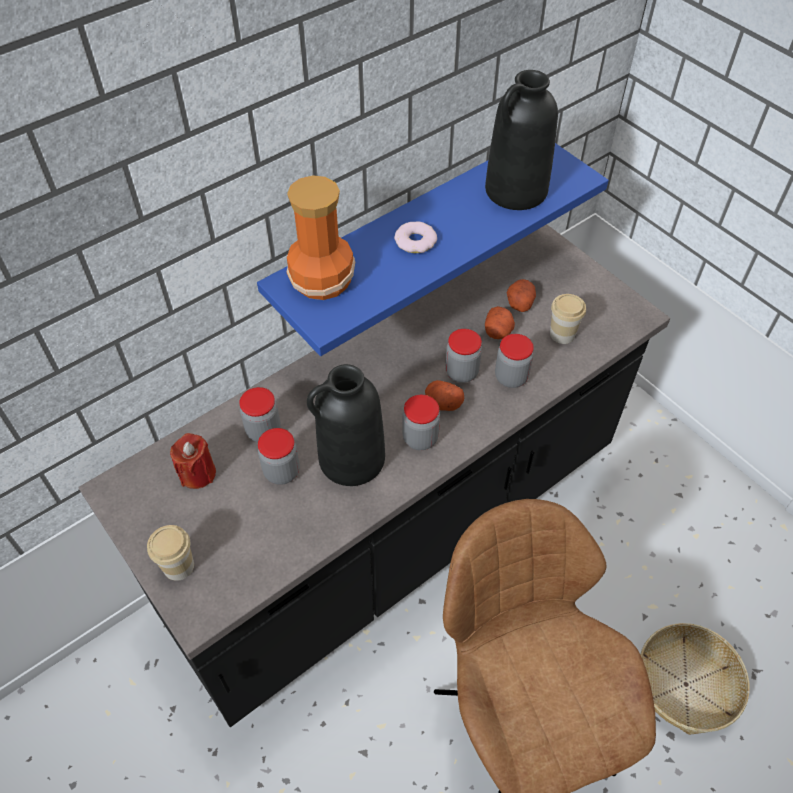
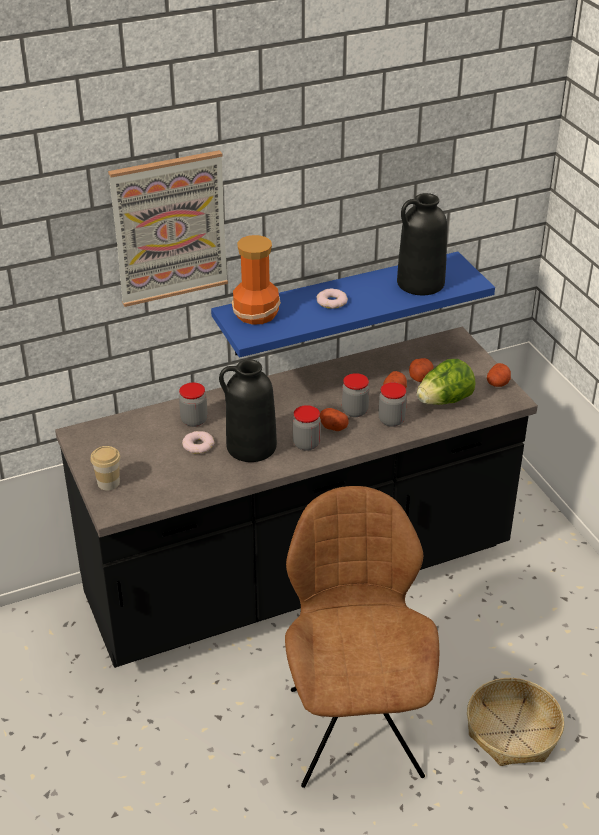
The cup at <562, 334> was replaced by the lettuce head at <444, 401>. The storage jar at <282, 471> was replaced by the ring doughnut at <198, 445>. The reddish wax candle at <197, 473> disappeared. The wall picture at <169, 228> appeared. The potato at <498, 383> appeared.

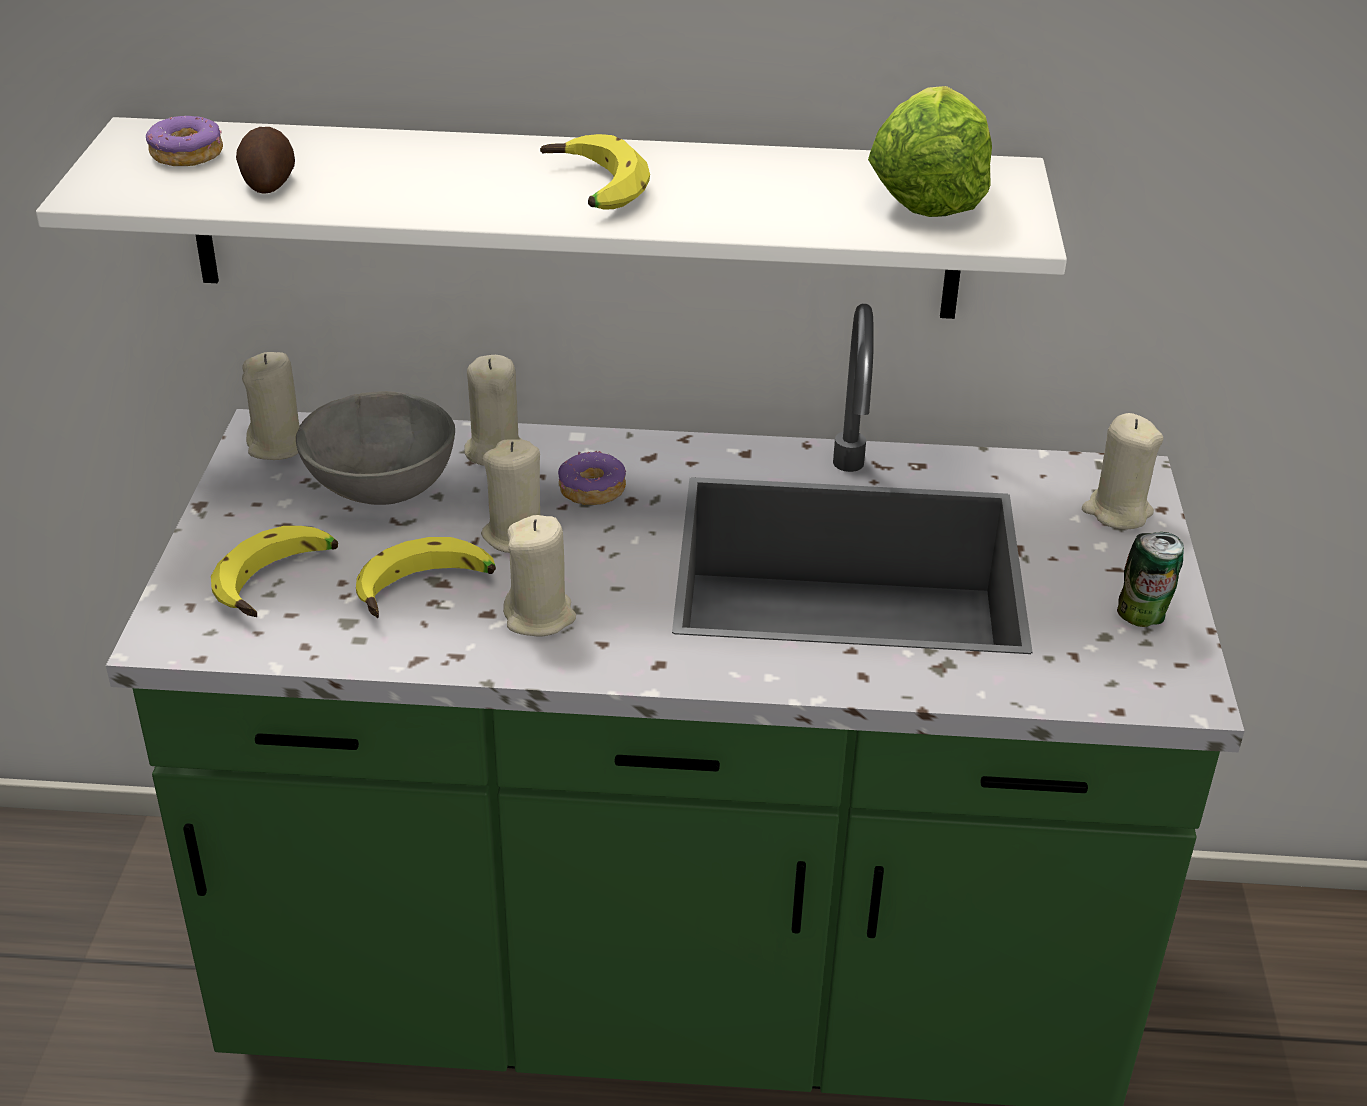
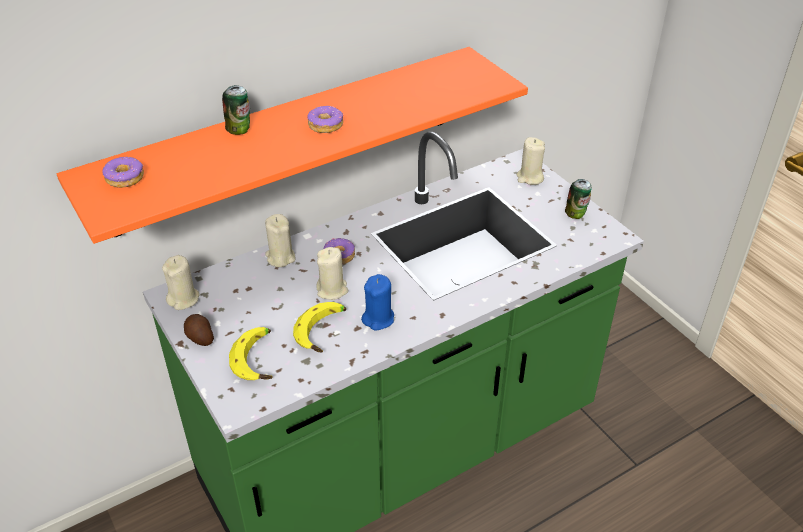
The lettuce head at <927, 193> disappeared. The white-coloured wall shelf at <574, 219> became the orange-coloured wall shelf at <288, 140>. The potato moved from <268, 183> to <199, 337>. The whole banana at <590, 189> was replaced by the ring doughnut at <325, 125>. The grey bowl at <380, 492> disappeared. The beige wax candle at <540, 616> became the blue-coloured wax candle at <378, 319>. The can at <240, 130> appeared.

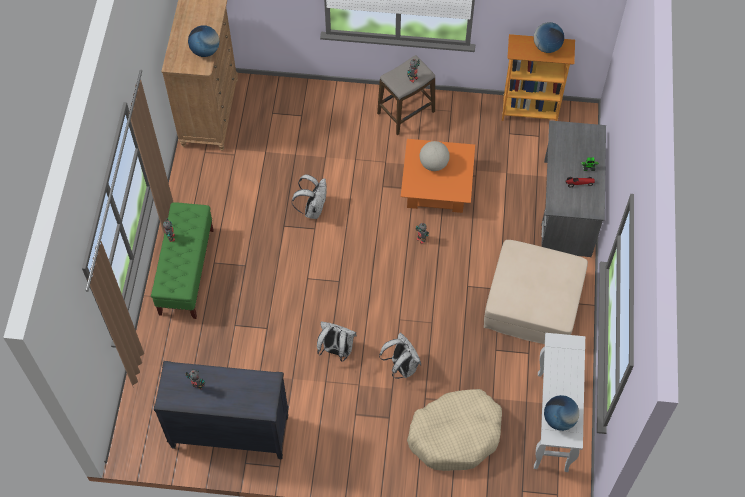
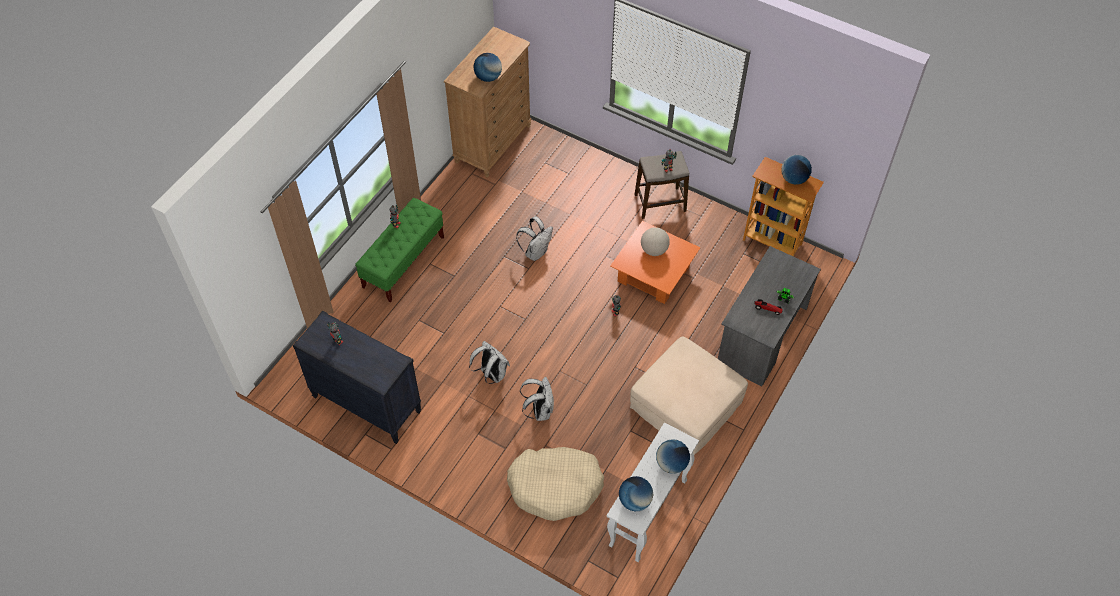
The globe at <671, 464> appeared.

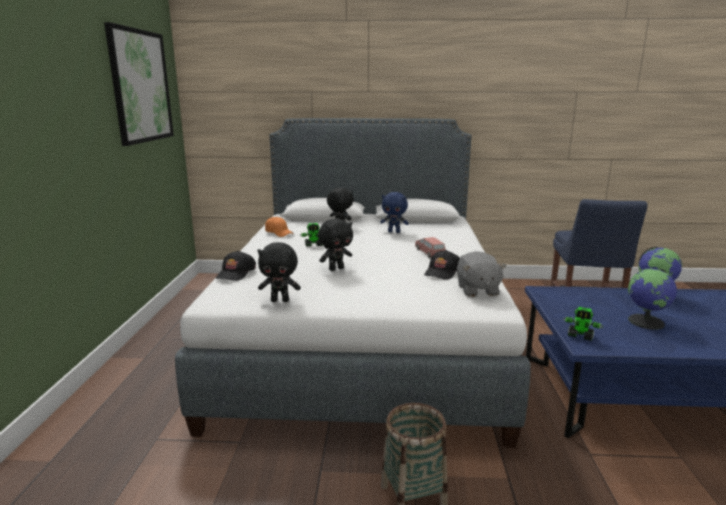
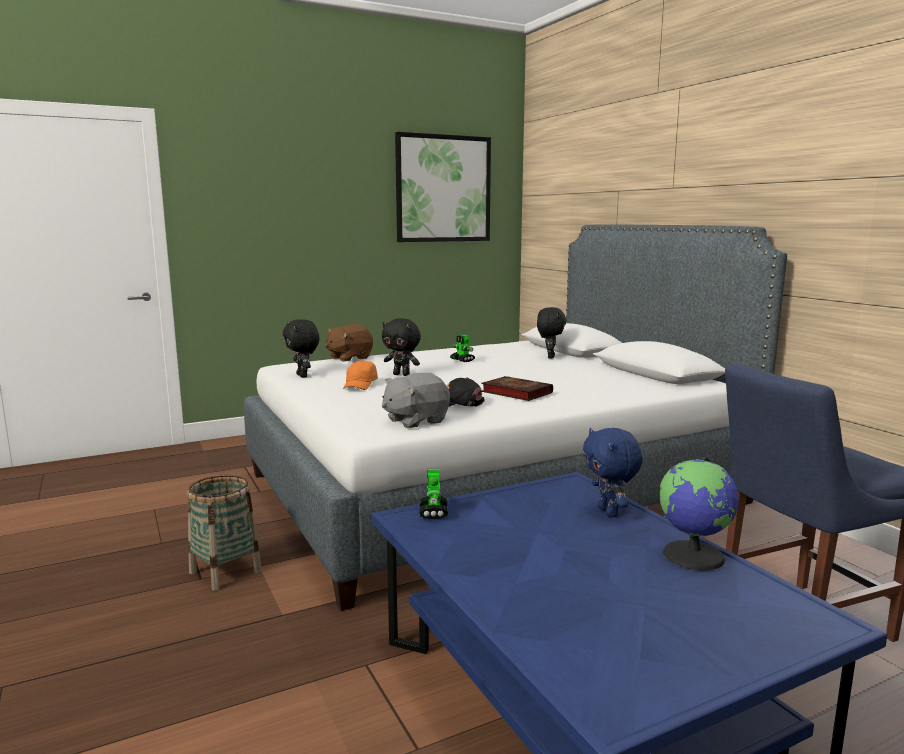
The blue-coloured cuddly toy moved from <394, 232> to <609, 512>. The orange-coloured peaked cap moved from <279, 233> to <360, 385>. The pinkish miniature car at <430, 253> was replaced by the book at <514, 392>. The black-coloured peaked cap at <235, 273> was replaced by the brown cuddly toy at <349, 358>. The globe at <646, 322> disappeared.

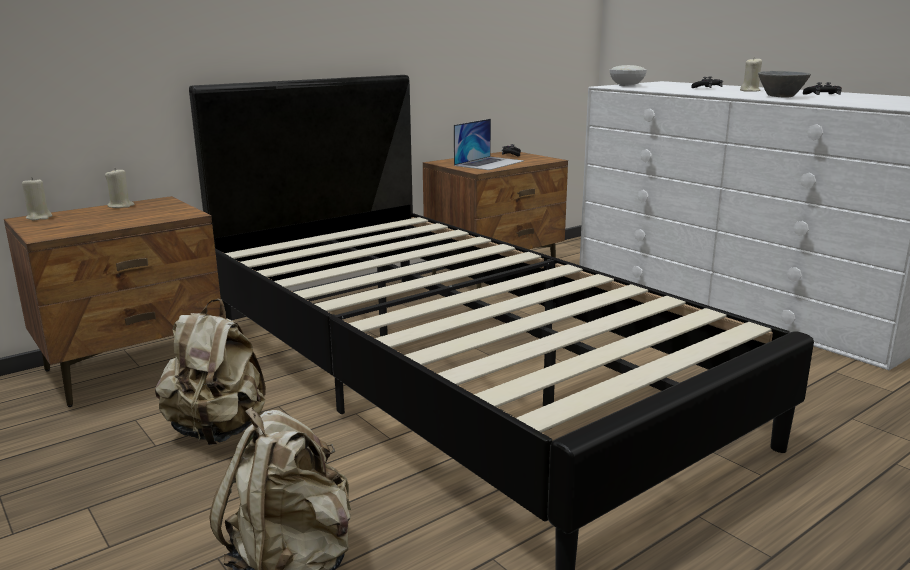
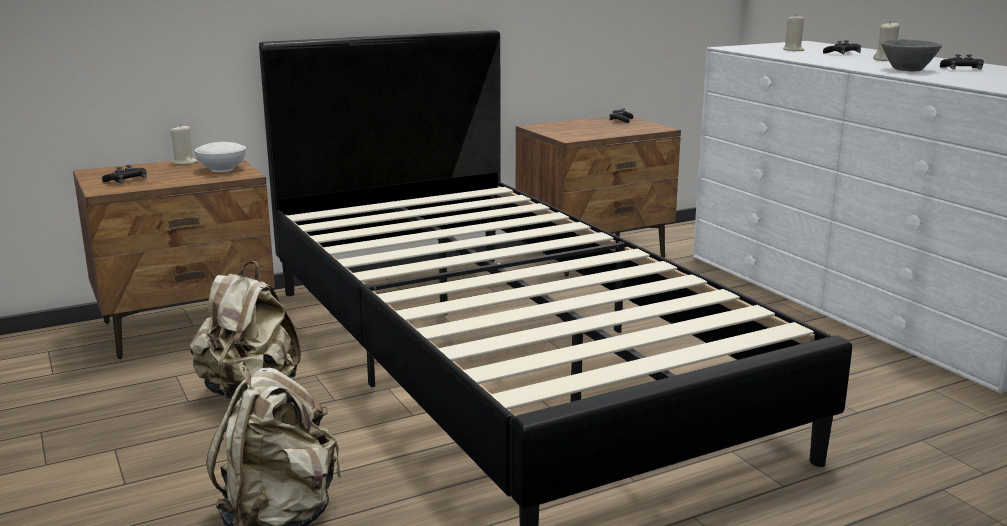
The white-coloured bowl moved from <627, 85> to <223, 169>. The portable computer at <489, 163> disappeared. The beige wax candle moved from <39, 217> to <793, 50>. The black-coloured joypad at <126, 180> appeared.

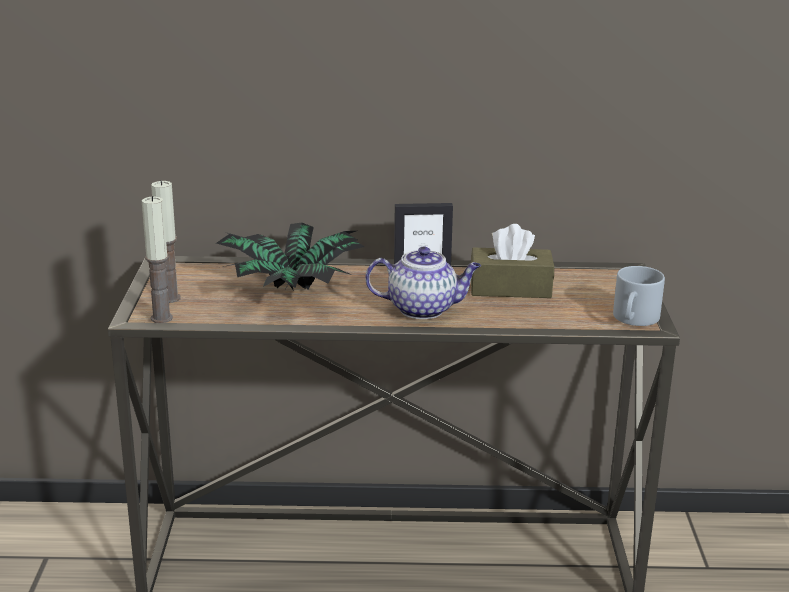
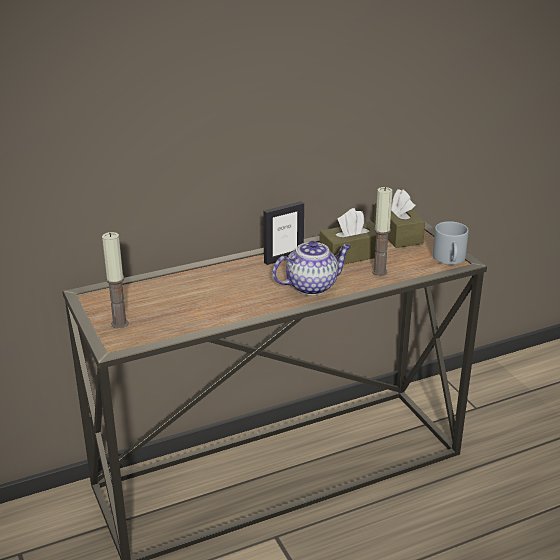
The wax candle moved from <161, 318> to <379, 272>. The houseplant at <290, 292> disappeared. The brown tissue box at <397, 233> appeared.

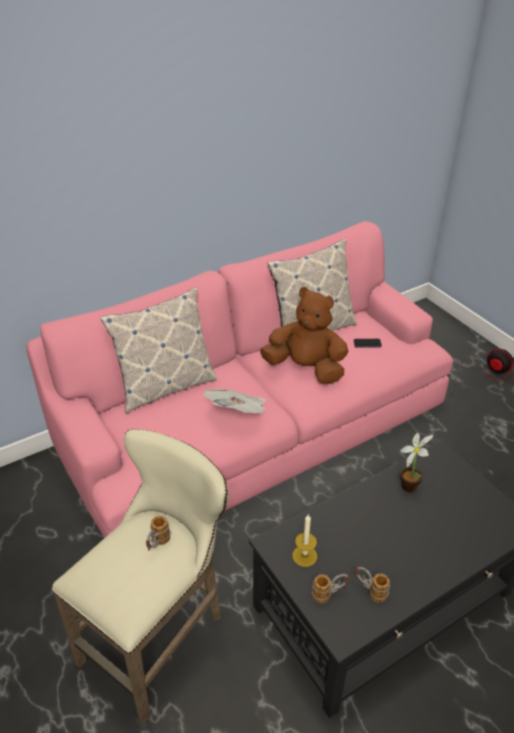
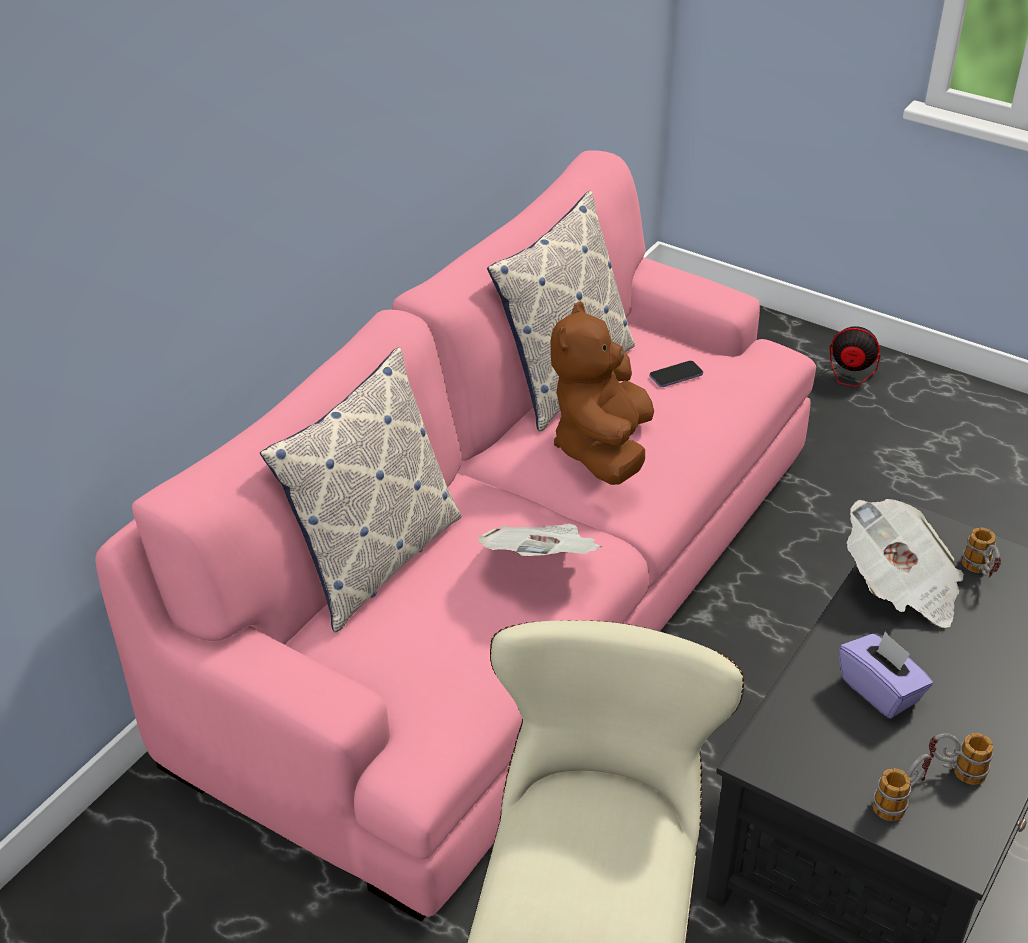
The brown cuddly toy at <305, 368> turned 75 degrees counterclockwise. The houseplant at <409, 484> was replaced by the newspaper at <901, 587>. The wax candle at <304, 556> disappeared. The tea mug moved from <157, 544> to <980, 572>. The purple tissue box at <880, 690> appeared.

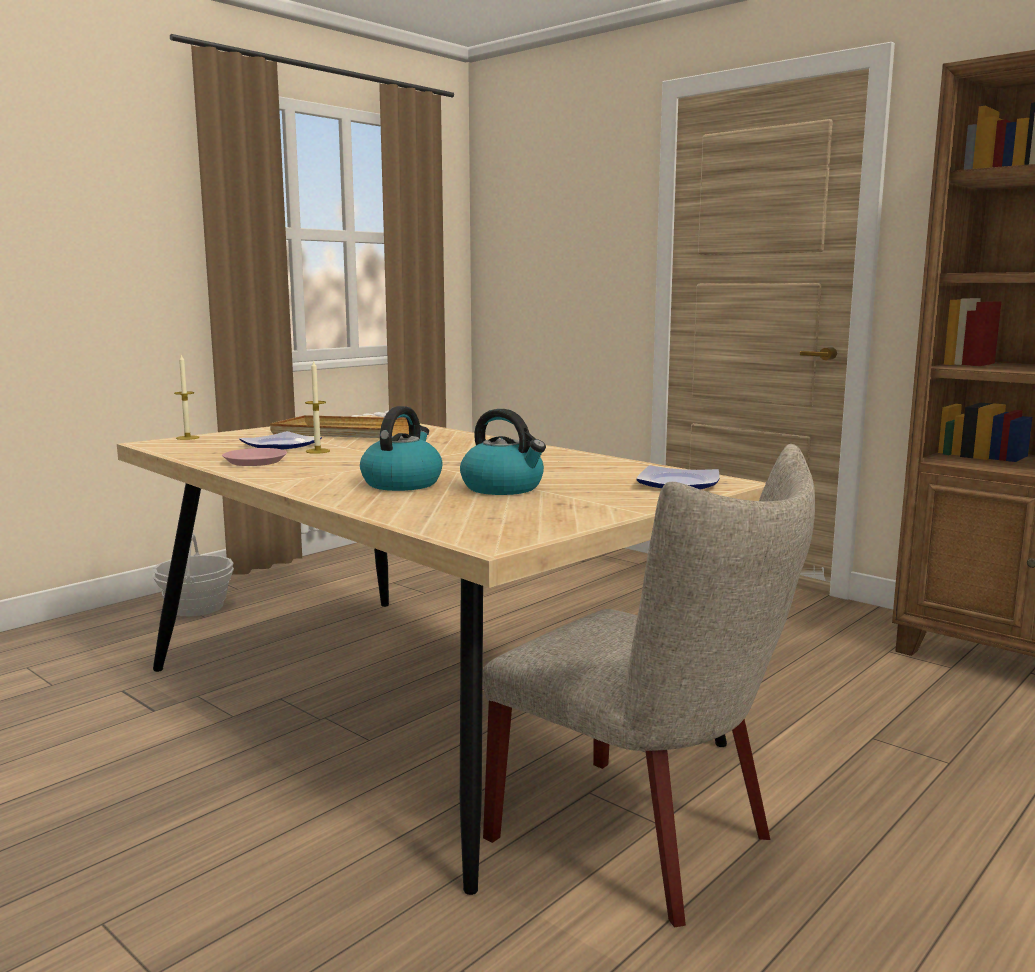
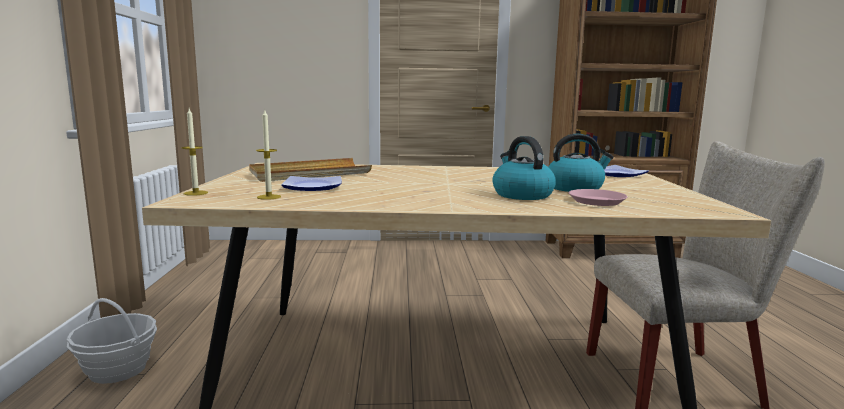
The wax candle moved from <317, 451> to <269, 197>. The pinkish flat dish moved from <255, 461> to <597, 201>.

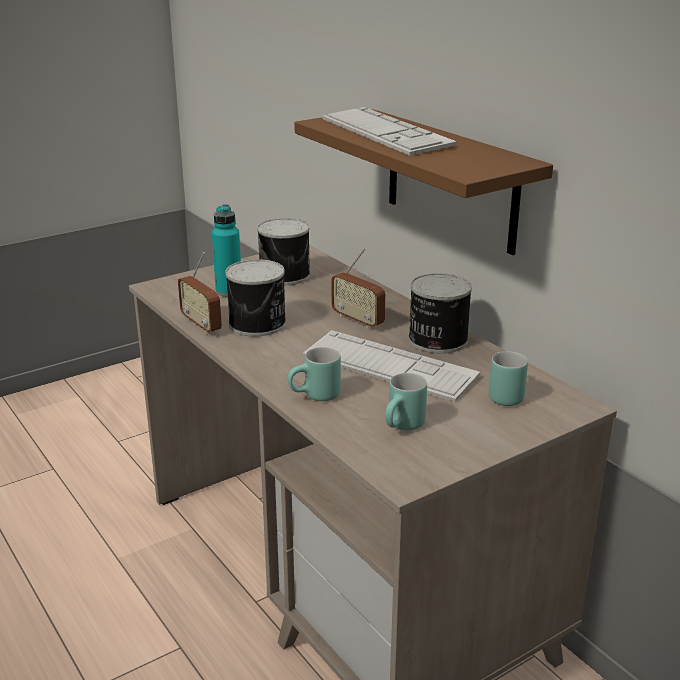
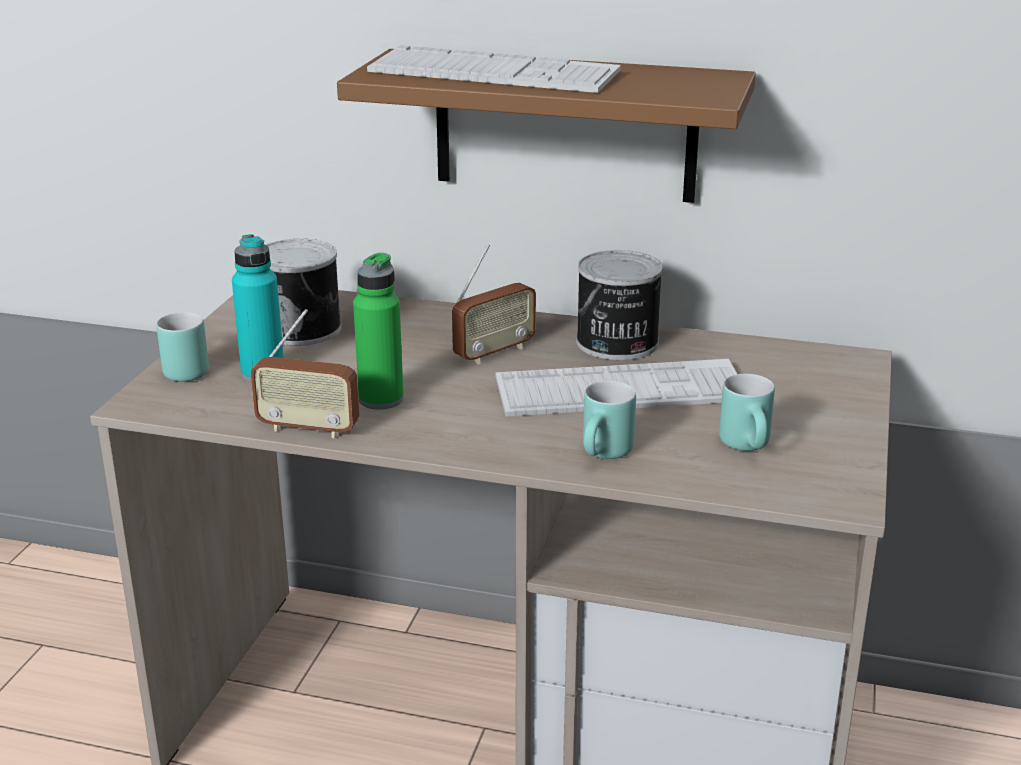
The radio at <358, 321> turned 45 degrees counterclockwise. The can at <259, 324> was replaced by the green drink bottle at <381, 399>. The blue-green tea mug moved from <504, 394> to <180, 370>.

